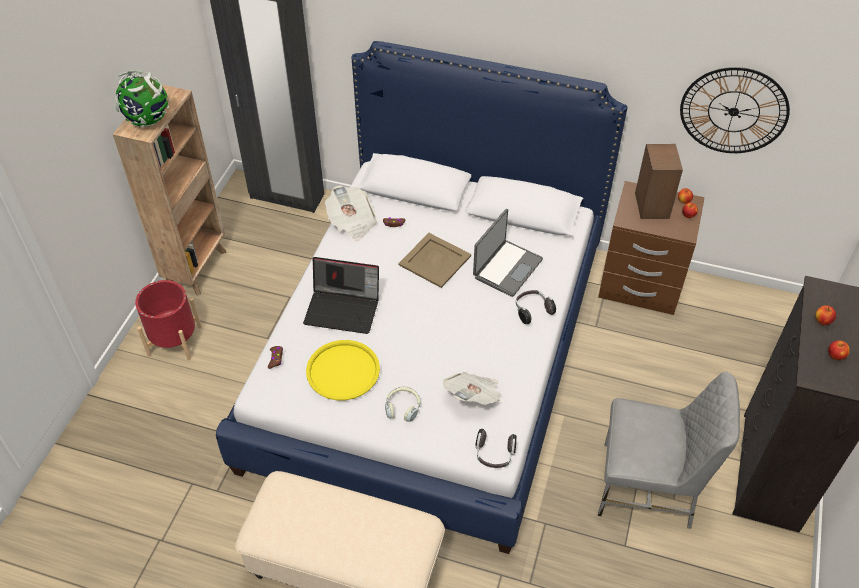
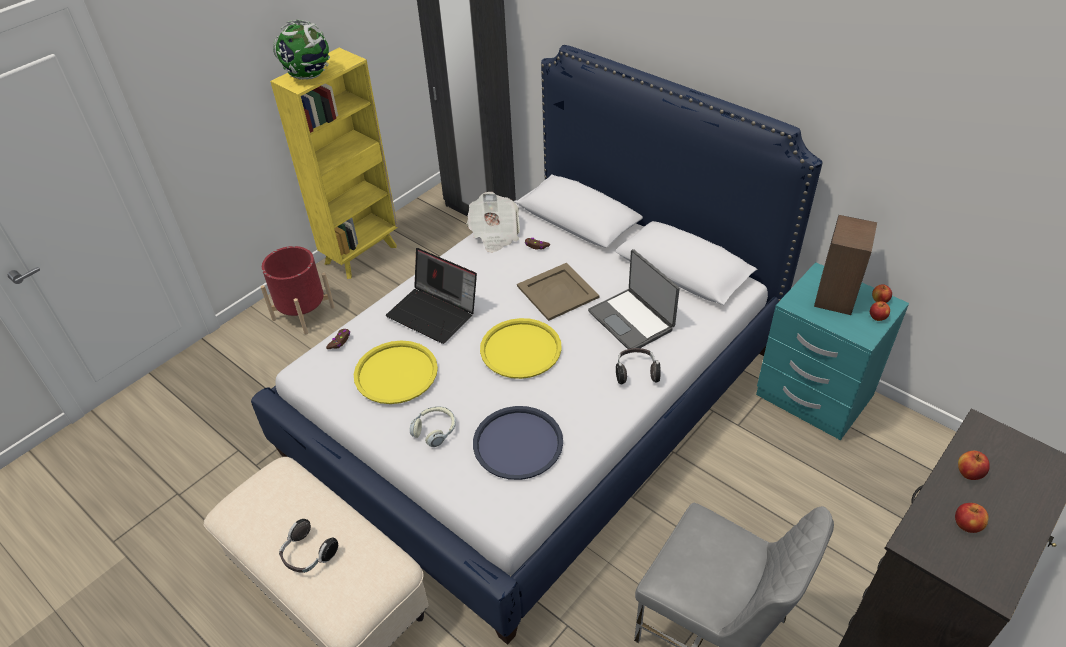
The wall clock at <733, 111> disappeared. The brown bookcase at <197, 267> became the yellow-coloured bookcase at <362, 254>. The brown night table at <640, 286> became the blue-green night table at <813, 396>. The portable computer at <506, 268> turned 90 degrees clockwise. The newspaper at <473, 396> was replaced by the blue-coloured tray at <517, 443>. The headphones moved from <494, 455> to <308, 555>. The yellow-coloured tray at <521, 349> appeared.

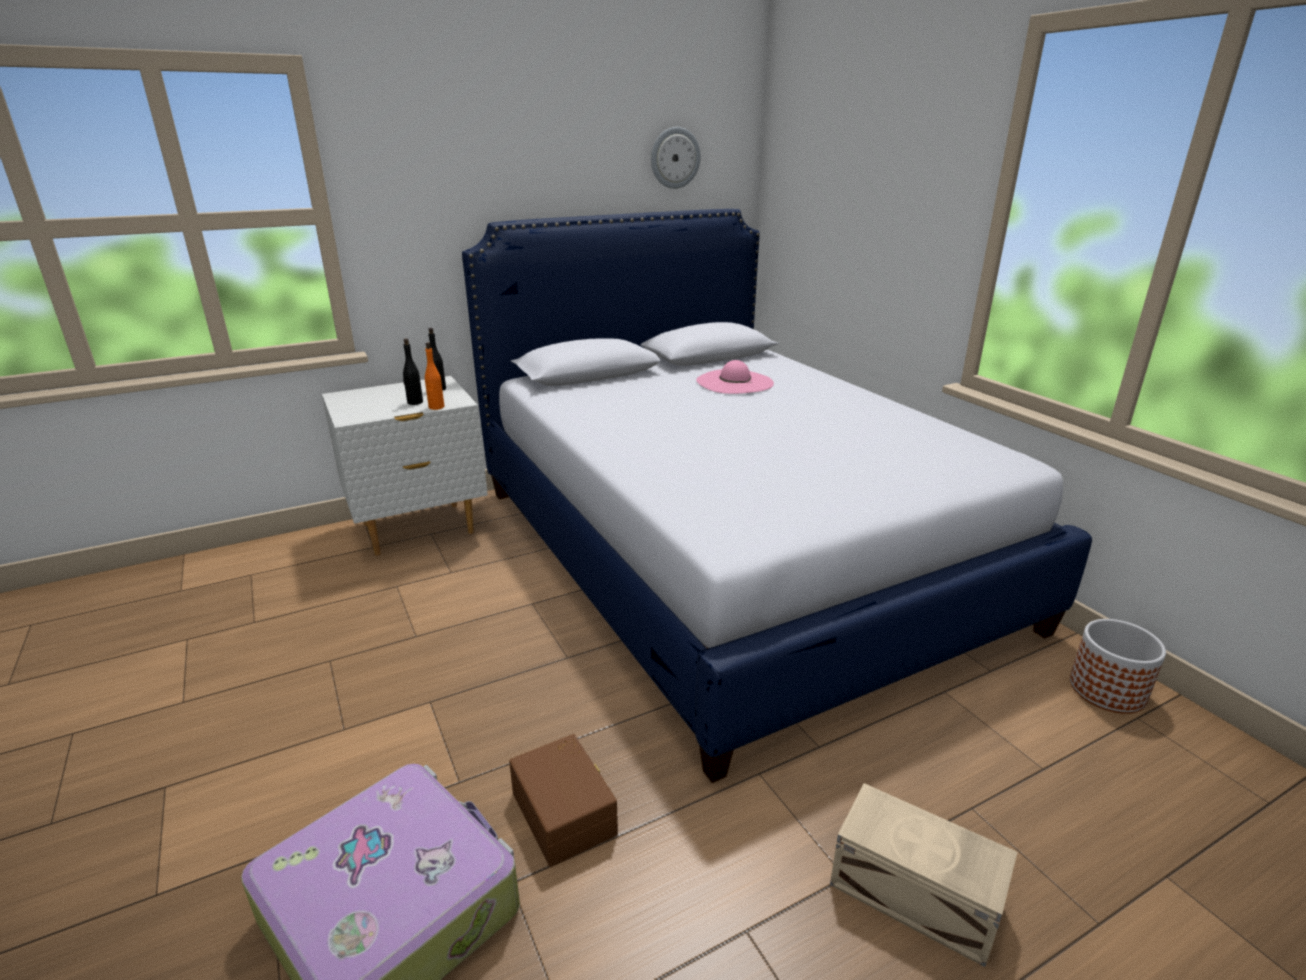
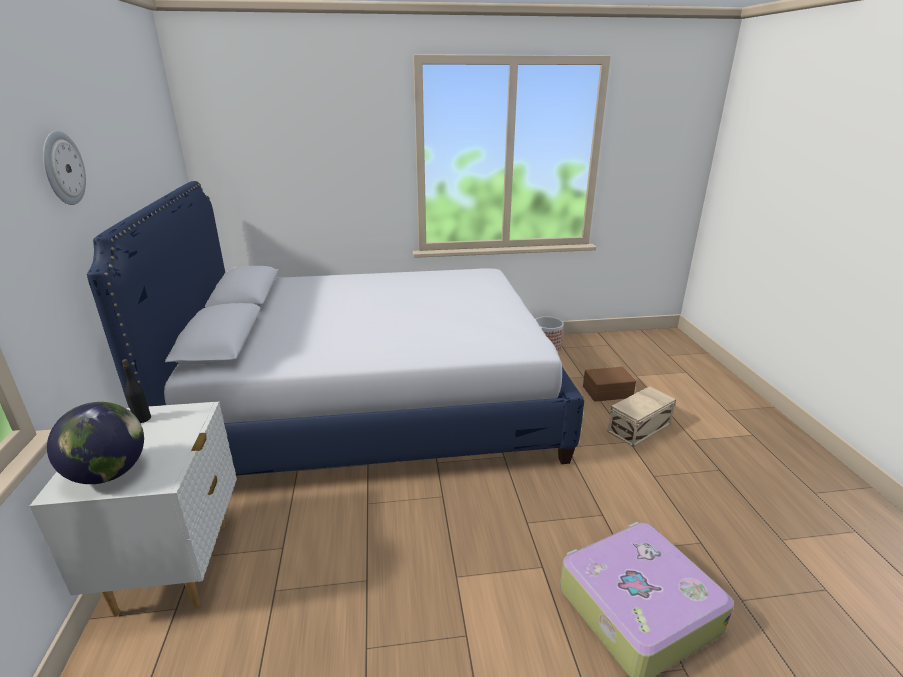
The wall clock moved from <674, 158> to <62, 168>. The black-coloured drink bottle at <415, 402> disappeared. The orange-coloured drink bottle at <436, 407> disappeared. The pinkish clothing hat at <734, 382> disappeared. The brown storage bin moved from <566, 811> to <606, 391>. The globe at <109, 473> appeared.

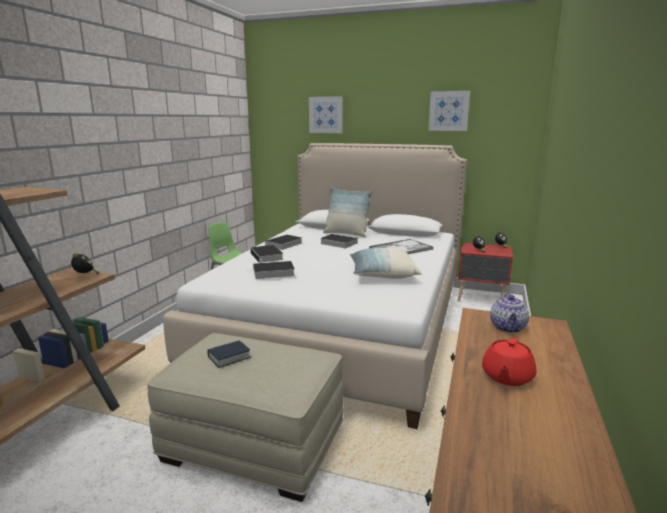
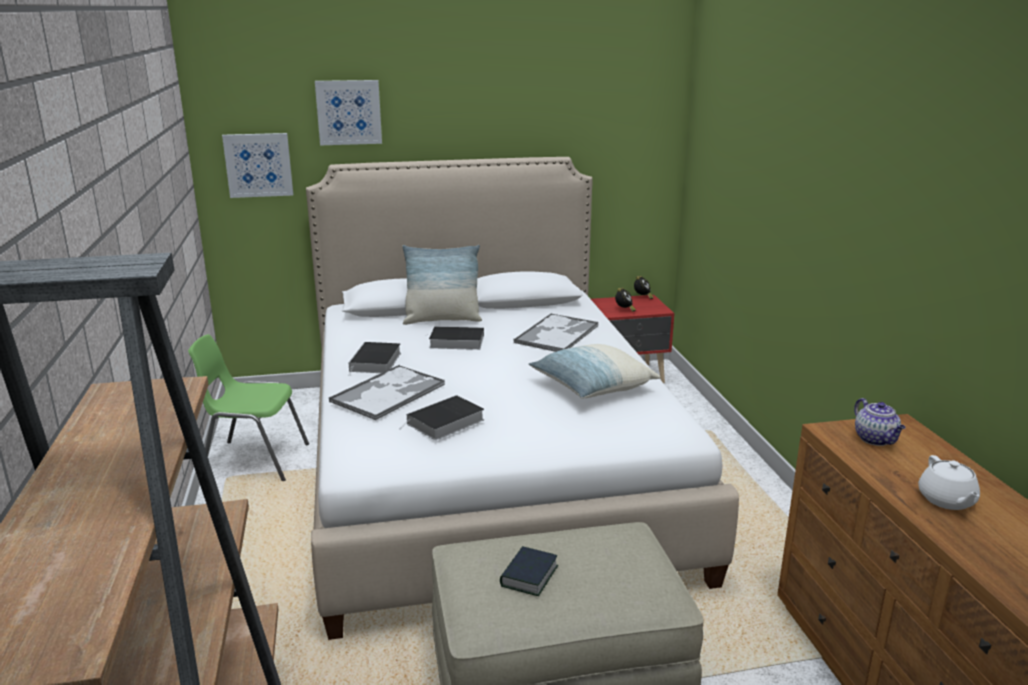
The wall picture moved from <448, 111> to <258, 165>. The book at <267, 256> was replaced by the tray at <389, 393>. The alarm clock at <86, 276> disappeared. The reddish teapot at <506, 377> became the white-coloured teapot at <946, 500>.

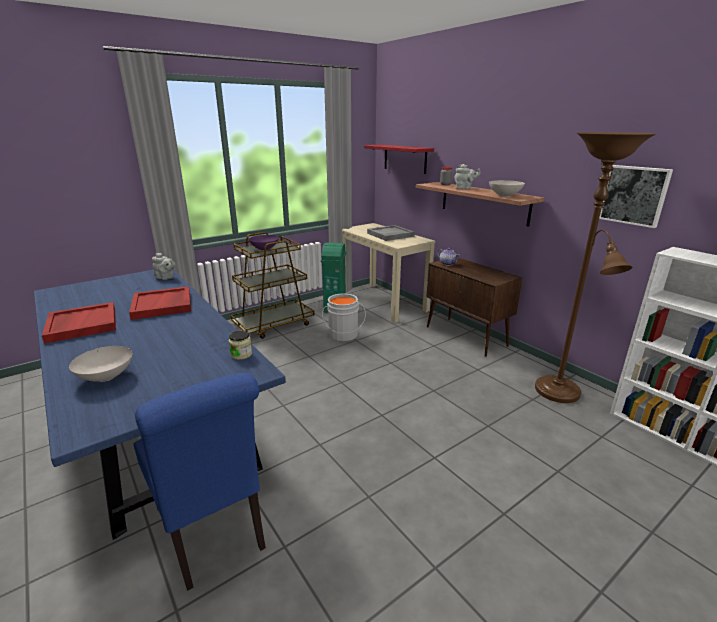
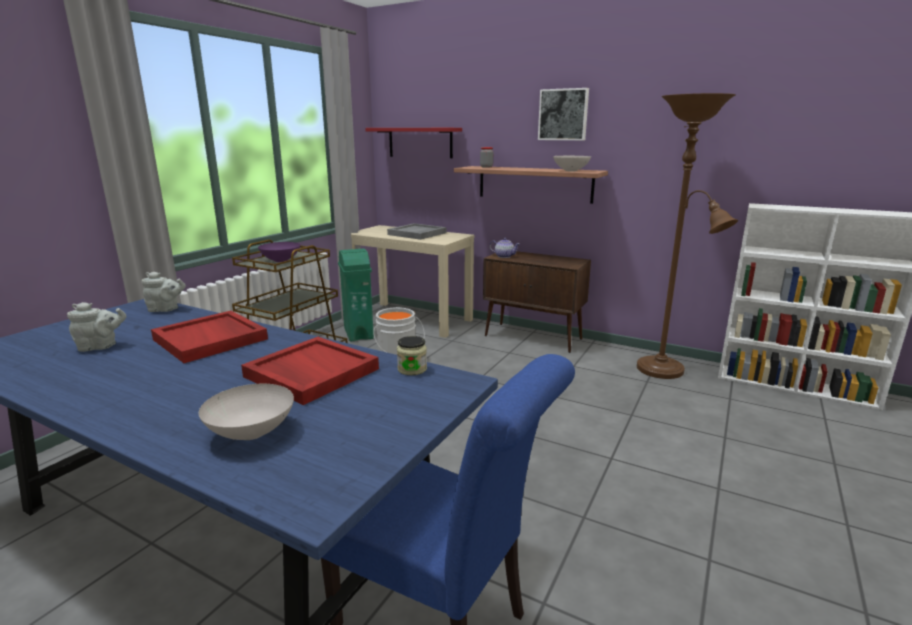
The grey teapot moved from <464, 188> to <100, 347>. The wall picture moved from <634, 195> to <563, 114>. The reddish tray moved from <82, 324> to <310, 373>.

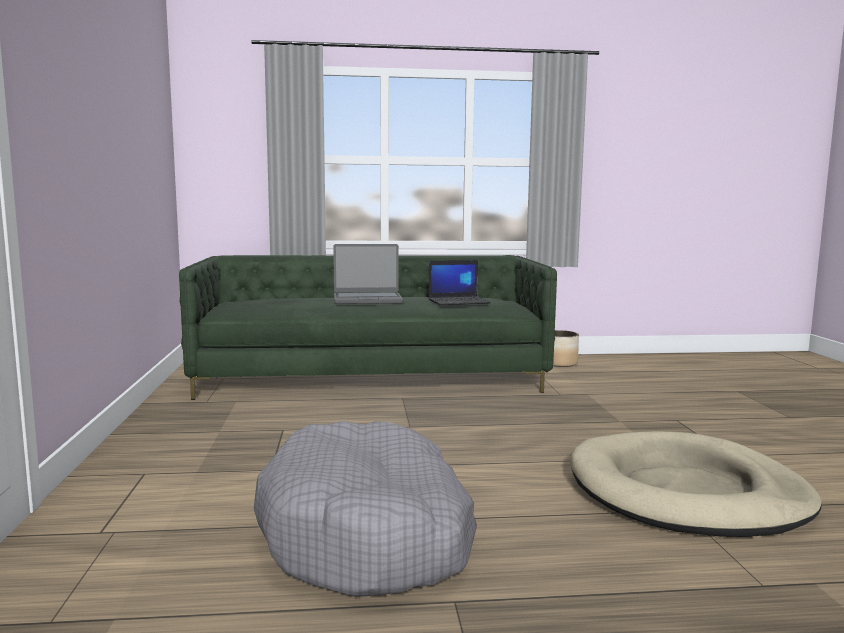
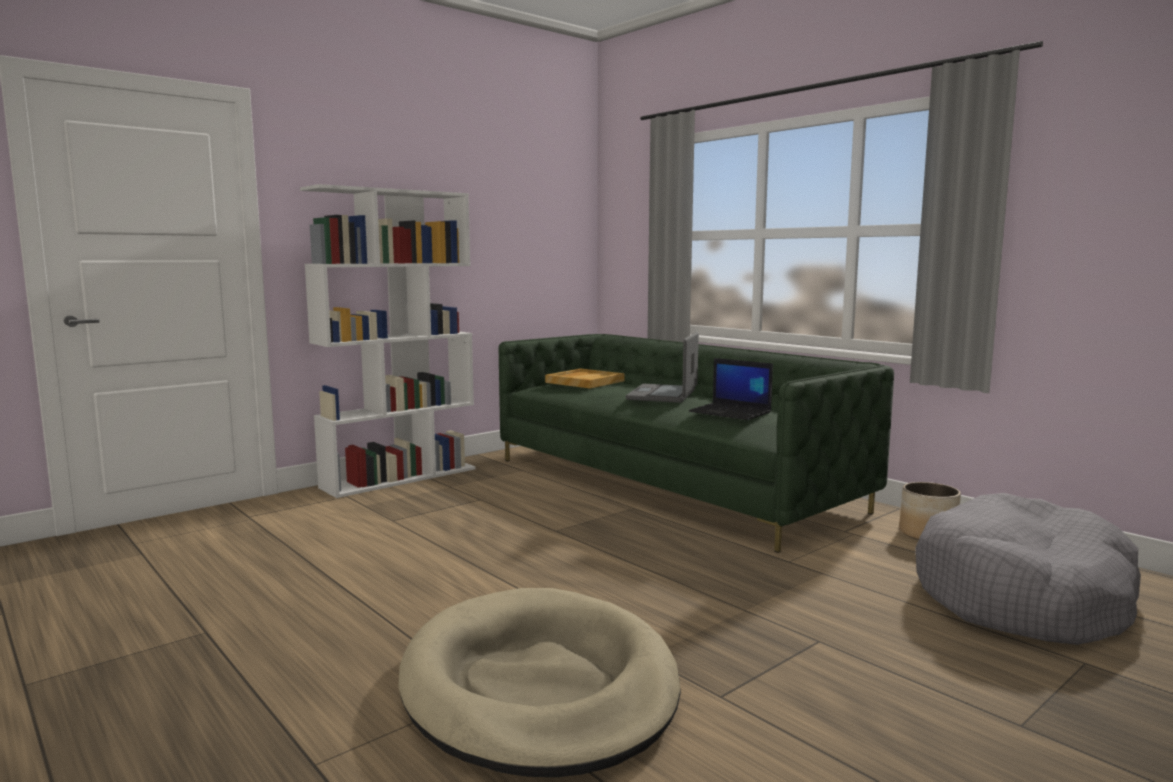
The portable computer at <367, 300> turned 60 degrees clockwise. The grey pet bed moved from <368, 534> to <1023, 597>. The white-coloured bookcase at <400, 477> appeared. The beige tray at <585, 381> appeared.

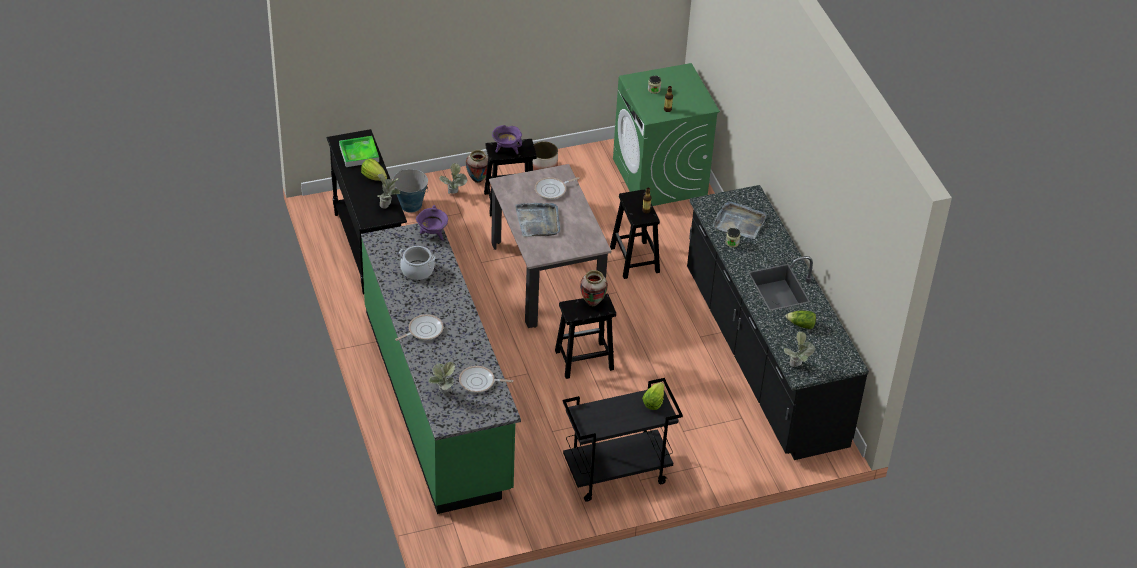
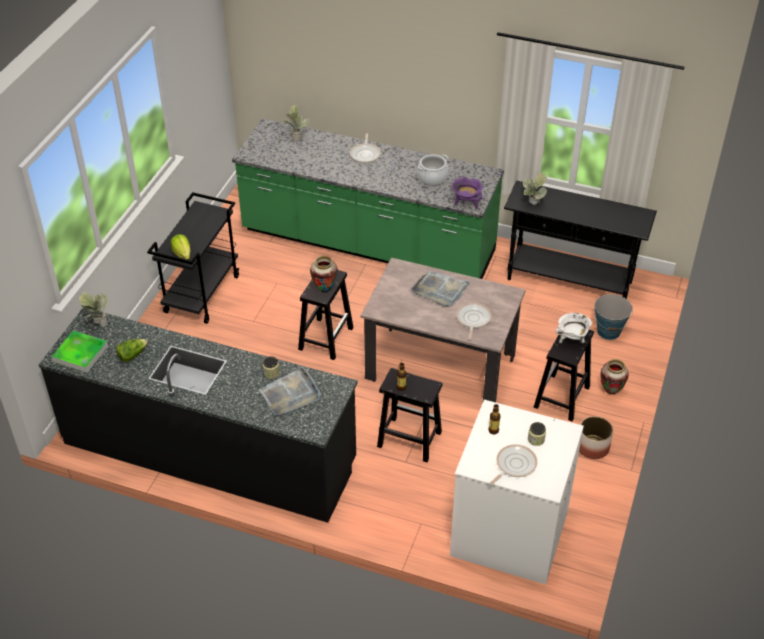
The green laundry machine at <660, 177> became the white-coloured laundry machine at <508, 533>. The purple cooking pot at <507, 149> became the white-coloured cooking pot at <572, 340>. The tray moved from <359, 153> to <80, 354>. The lettuce head at <374, 177> disappeared. The houseplant at <453, 194> disappeared. The pan moved from <479, 382> to <514, 465>.

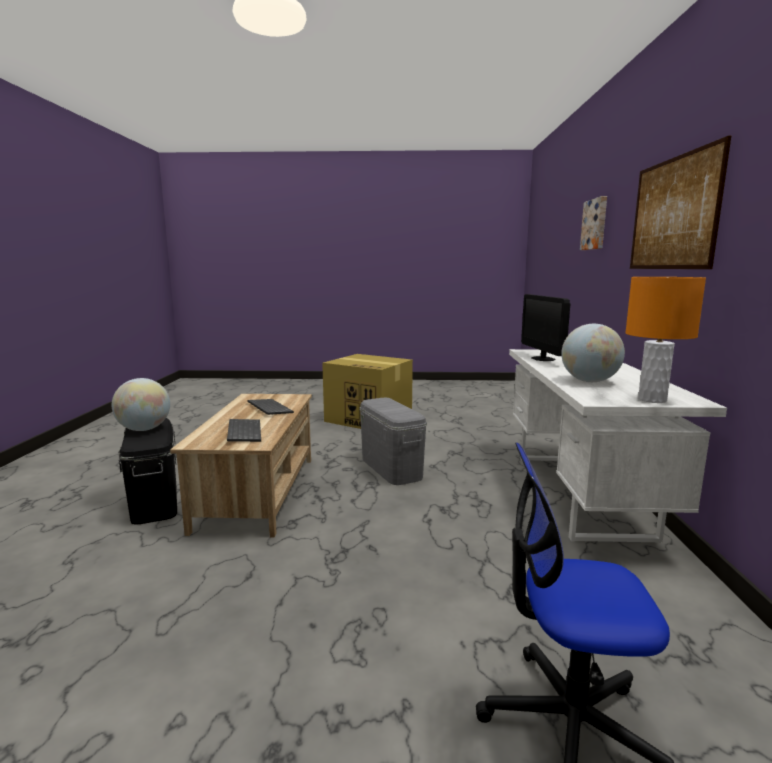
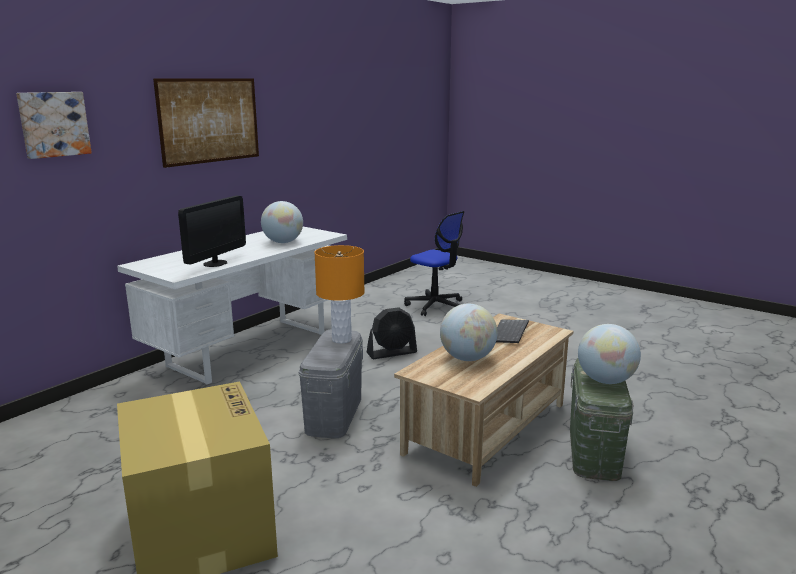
The orange-coloured lamp for a table moved from <651, 400> to <342, 339>. The PC keyboard at <268, 408> was replaced by the globe at <467, 358>. The black-coloured storage bin at <155, 501> became the green storage bin at <593, 450>. The black-coloured electric fan at <392, 353> appeared.

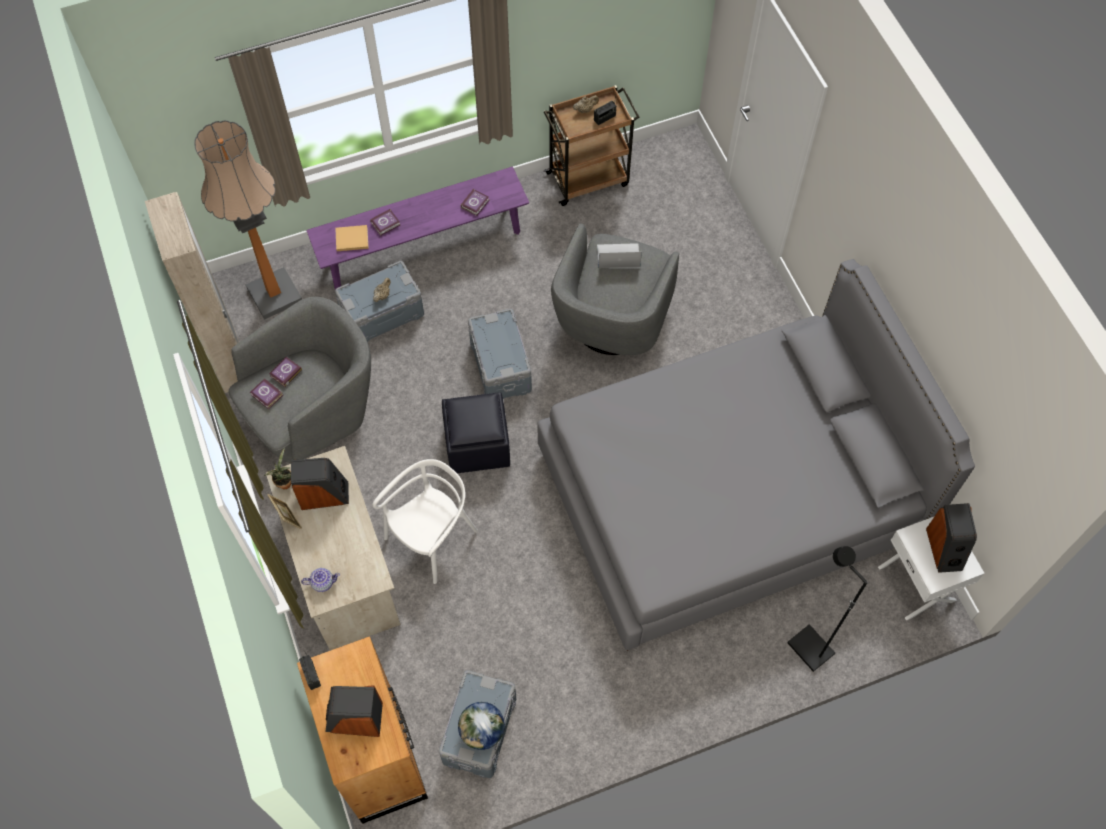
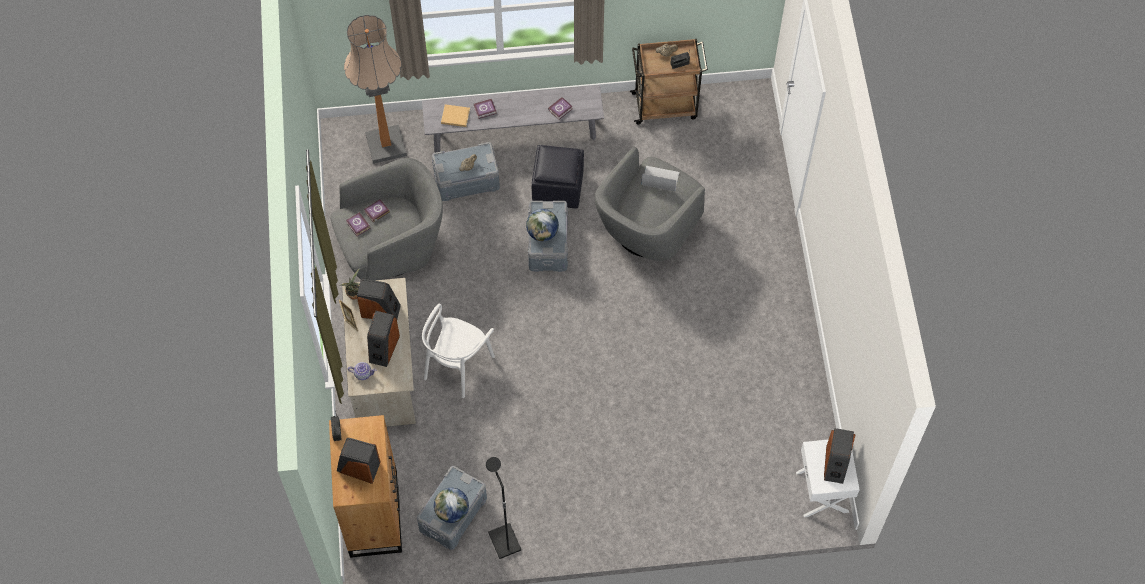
The purple bench at <423, 247> became the grey bench at <514, 133>. The beige wardrobe at <230, 361> disappeared. The grey sleeping bed at <727, 494> disappeared. The black-coloured ottoman moved from <478, 444> to <558, 187>. The white-coloured upright chair at <432, 538> turned 150 degrees clockwise. The black-coloured standing lamp moved from <809, 649> to <503, 541>. The globe at <542, 233> appeared. The loudspeaker at <383, 348> appeared.

